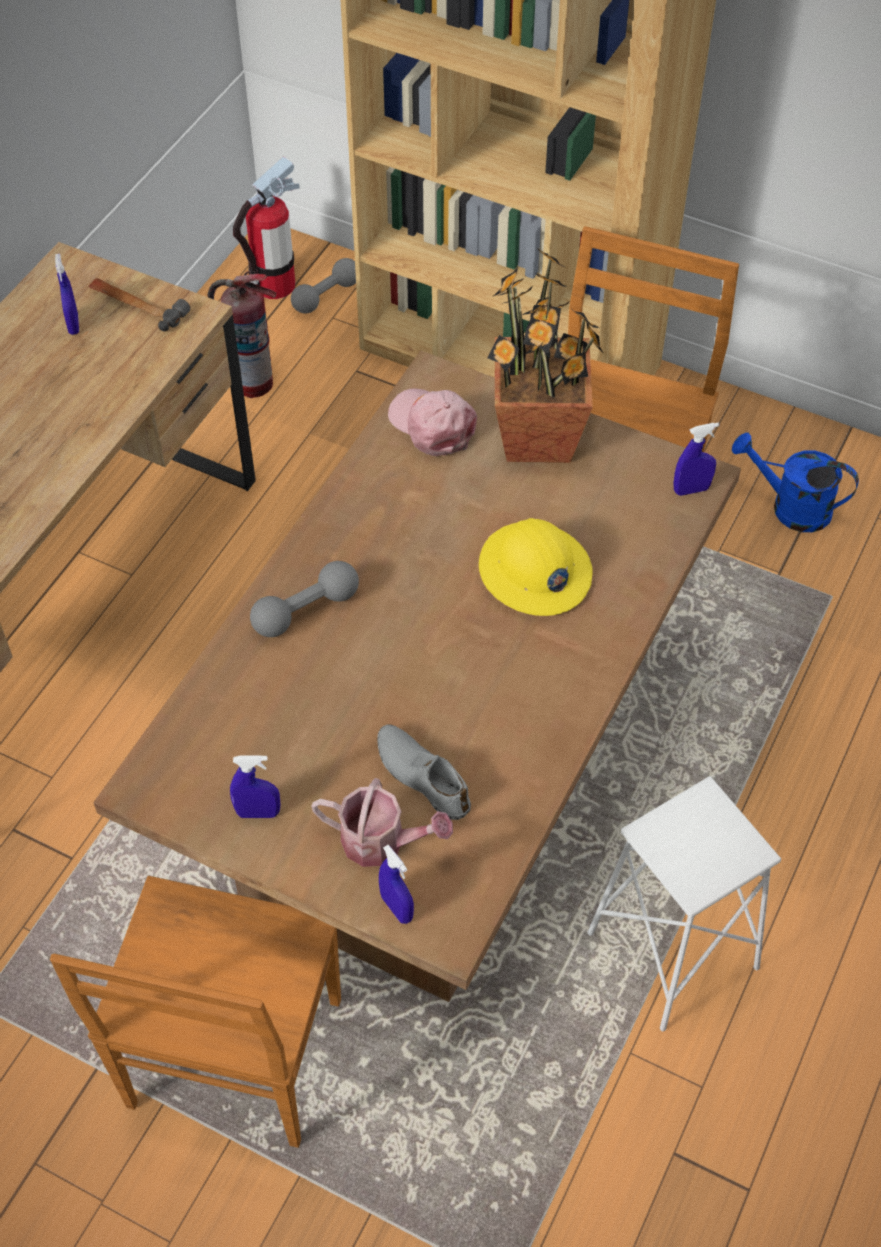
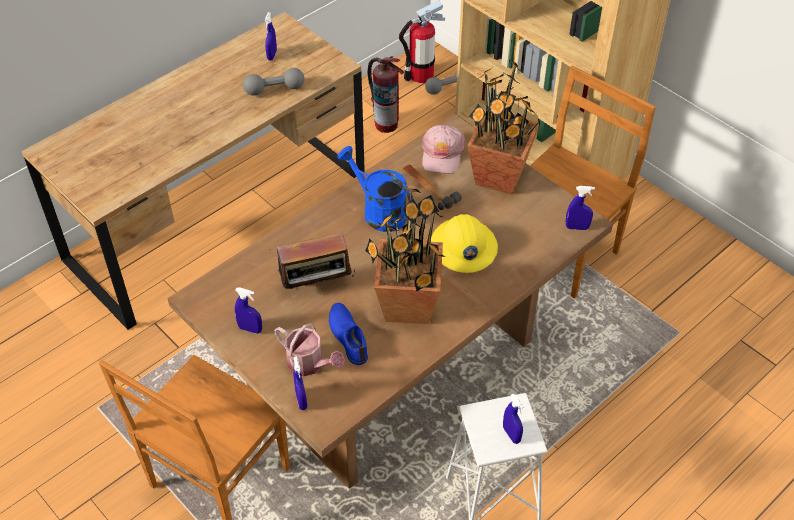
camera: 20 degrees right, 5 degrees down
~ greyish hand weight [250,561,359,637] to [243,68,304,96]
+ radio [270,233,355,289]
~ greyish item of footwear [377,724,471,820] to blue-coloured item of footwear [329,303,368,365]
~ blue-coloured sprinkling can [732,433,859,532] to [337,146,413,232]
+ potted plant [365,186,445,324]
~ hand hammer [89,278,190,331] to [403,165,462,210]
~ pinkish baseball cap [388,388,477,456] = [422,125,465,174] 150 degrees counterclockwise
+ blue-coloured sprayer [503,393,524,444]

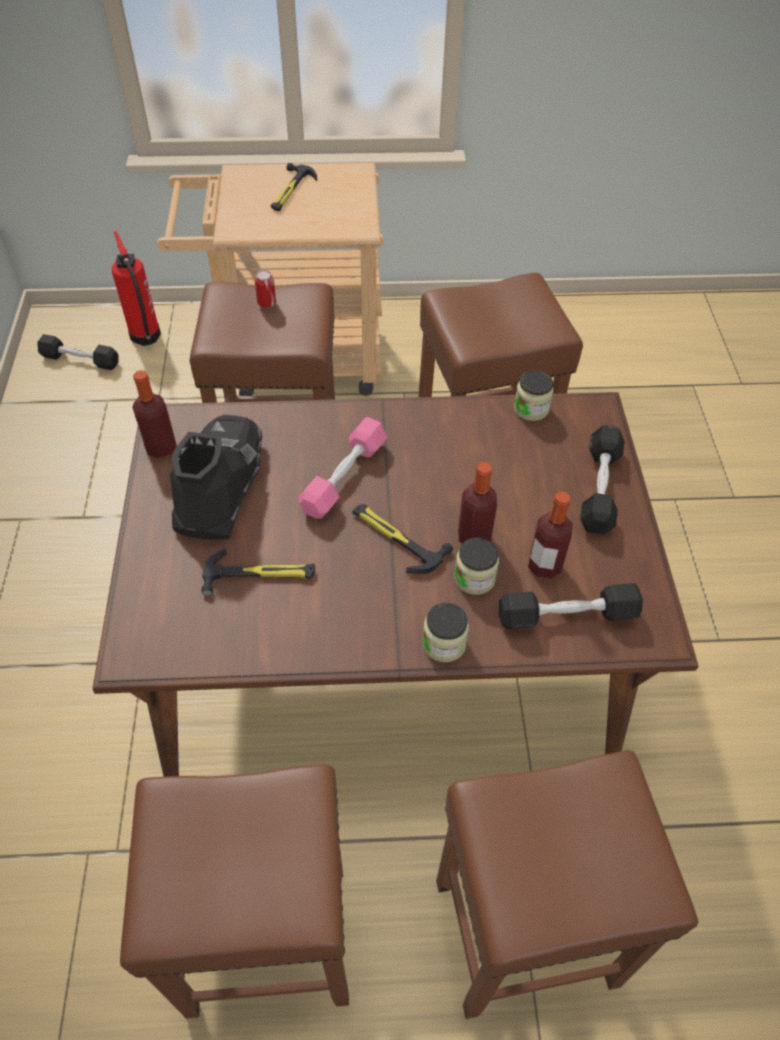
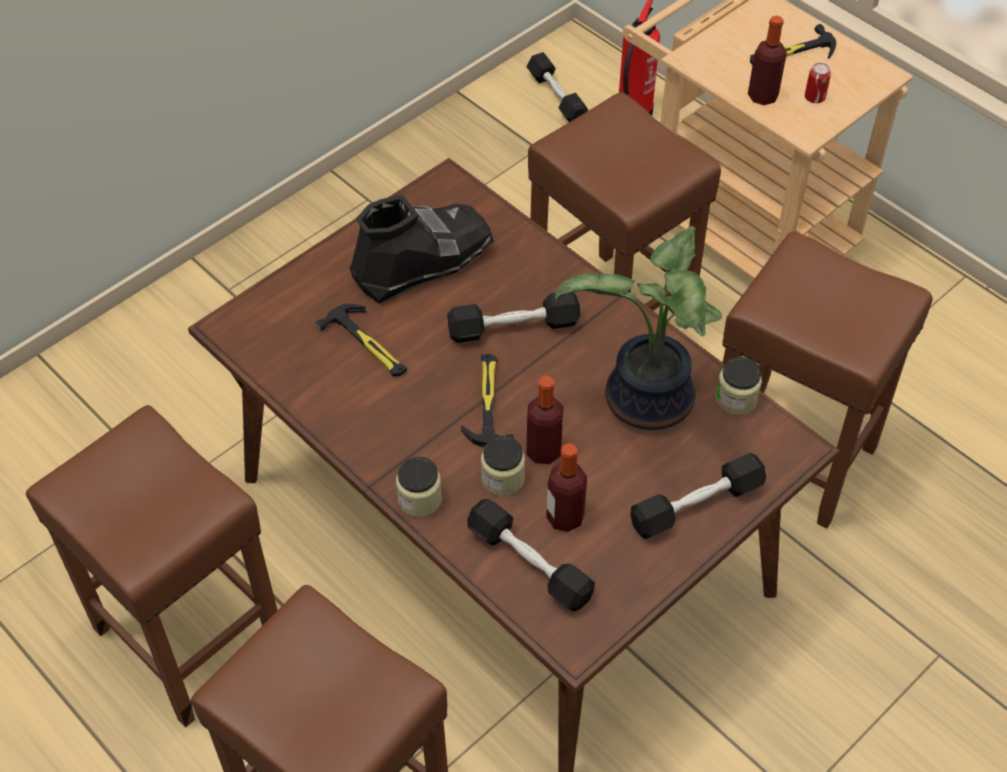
camera: 50 degrees right, 0 degrees up
~ pinkish hand weight [298,417,388,519] to black-coloured hand weight [447,292,580,343]
+ potted plant [555,226,722,430]
~ beverage bottle [132,370,177,459] to [748,15,787,105]
~ metal can [254,270,276,308] to [805,63,831,103]

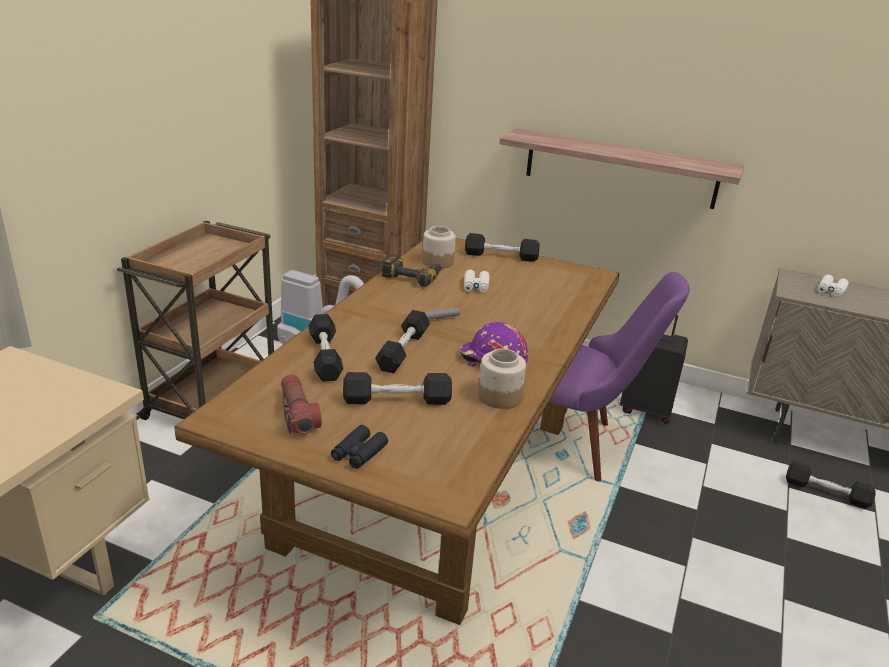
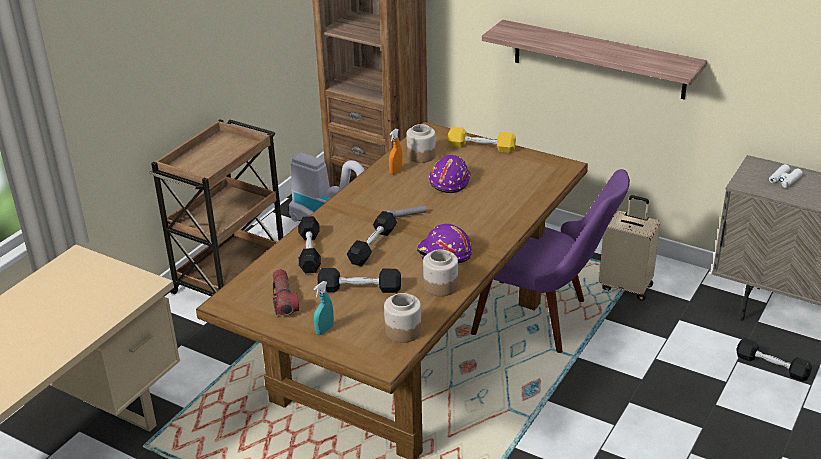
camera: 10 degrees right, 5 degrees up
~ black-coloured field glasses [331,425,388,469] to blue-green sprayer [314,281,334,335]
+ jar [384,293,422,343]
~ power drill [382,254,441,287] to orangey sprayer [389,129,402,175]
~ whitish field glasses [464,270,490,293] to purplish safety helmet [429,155,471,193]
~ black-coloured hand weight [465,233,540,262] to yellow-coloured hand weight [447,127,516,153]
~ black-coloured suitcase [620,315,688,424] to sand-coloured suitcase [599,195,661,301]

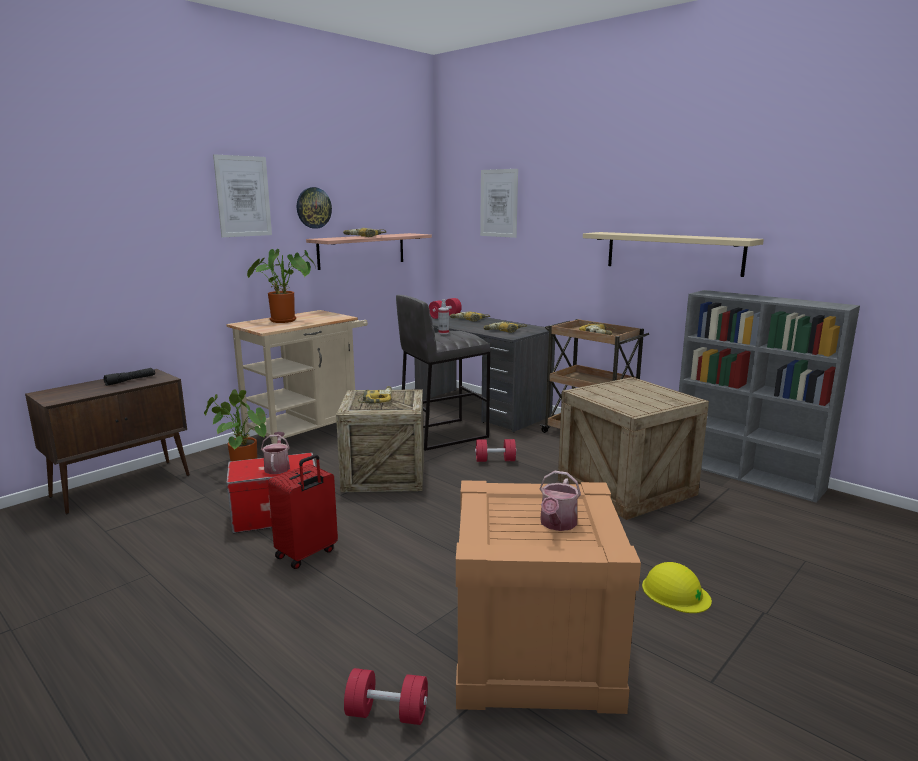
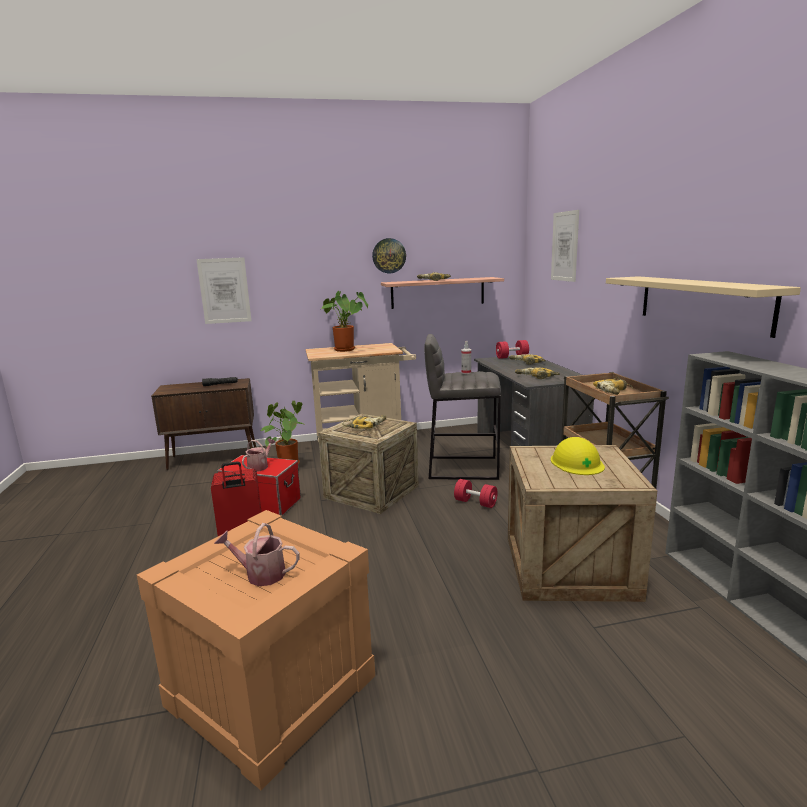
camera: 35 degrees right, 0 degrees up
~ wall art [213,154,272,237] to [196,257,251,324]
~ sprinkling can [539,471,581,531] = [214,523,300,586] 45 degrees clockwise
~ yellow-coloured safety helmet [642,562,712,613] to [551,437,605,475]
- reddish hand weight [344,668,428,725]

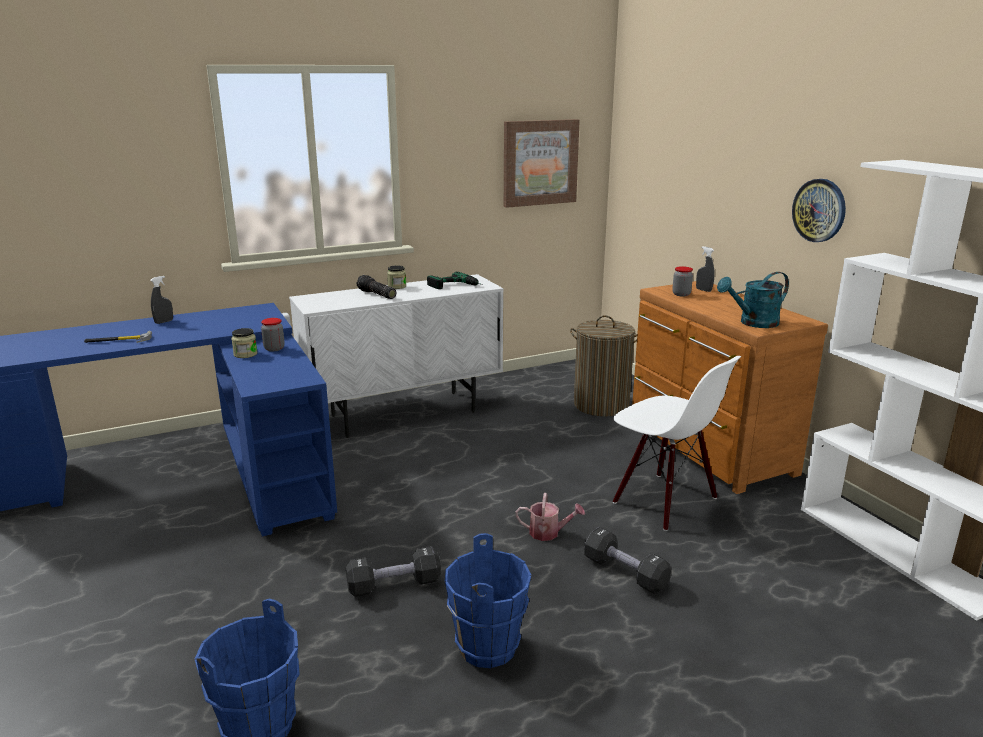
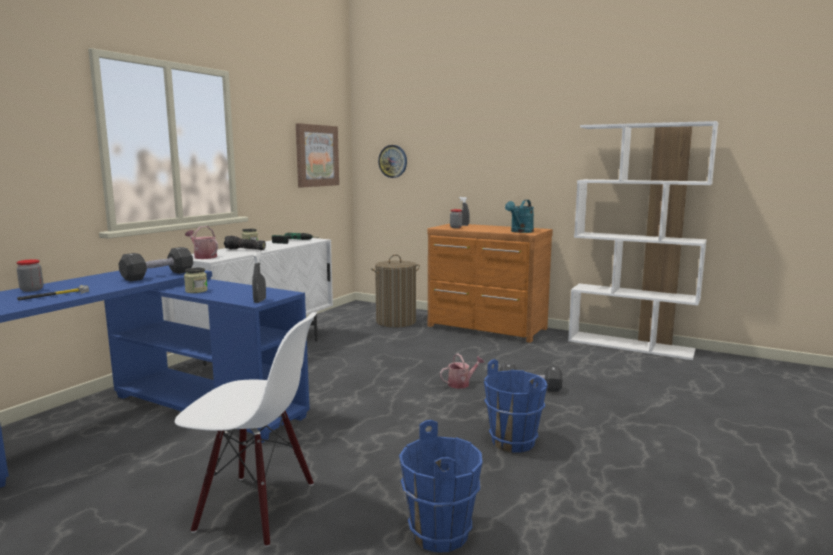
camera: 35 degrees left, 10 degrees down
~ jar [261,318,285,351] to [16,259,43,292]
~ black-coloured hand weight [346,546,441,597] to [119,247,193,281]
~ whitish chair [613,356,741,531] to [175,312,317,547]
+ sprinkling can [185,226,218,259]
~ greyish sprayer [150,276,173,324] to [252,251,266,303]
~ hanging clock [792,179,846,242] to [378,145,407,178]

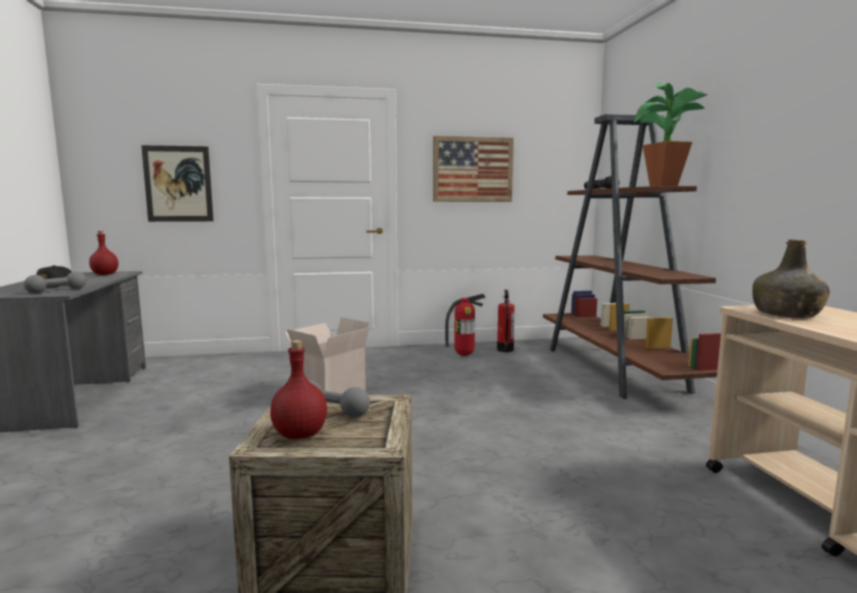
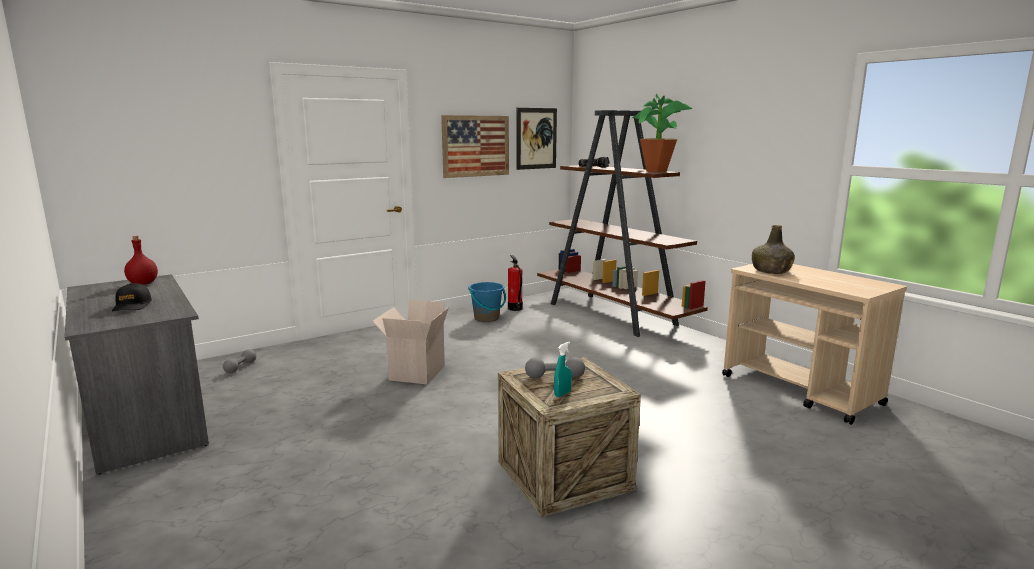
camera: 25 degrees left, 5 degrees up
~ greyish hand weight [24,272,87,293] to [223,349,256,373]
~ fire-fighting cylinder [445,294,486,356] to blue-coloured pail [468,282,506,322]
~ wall art [141,145,214,222] to [516,108,557,170]
~ reddish beverage bottle [270,340,327,439] to blue-green sprayer [554,342,572,397]

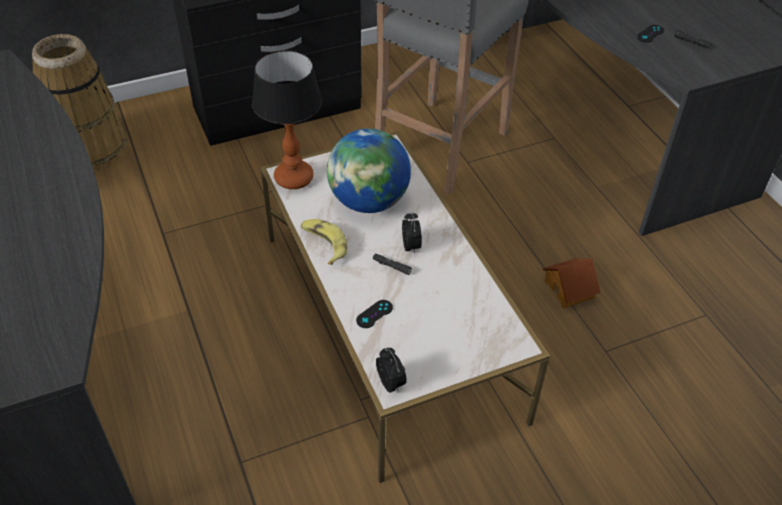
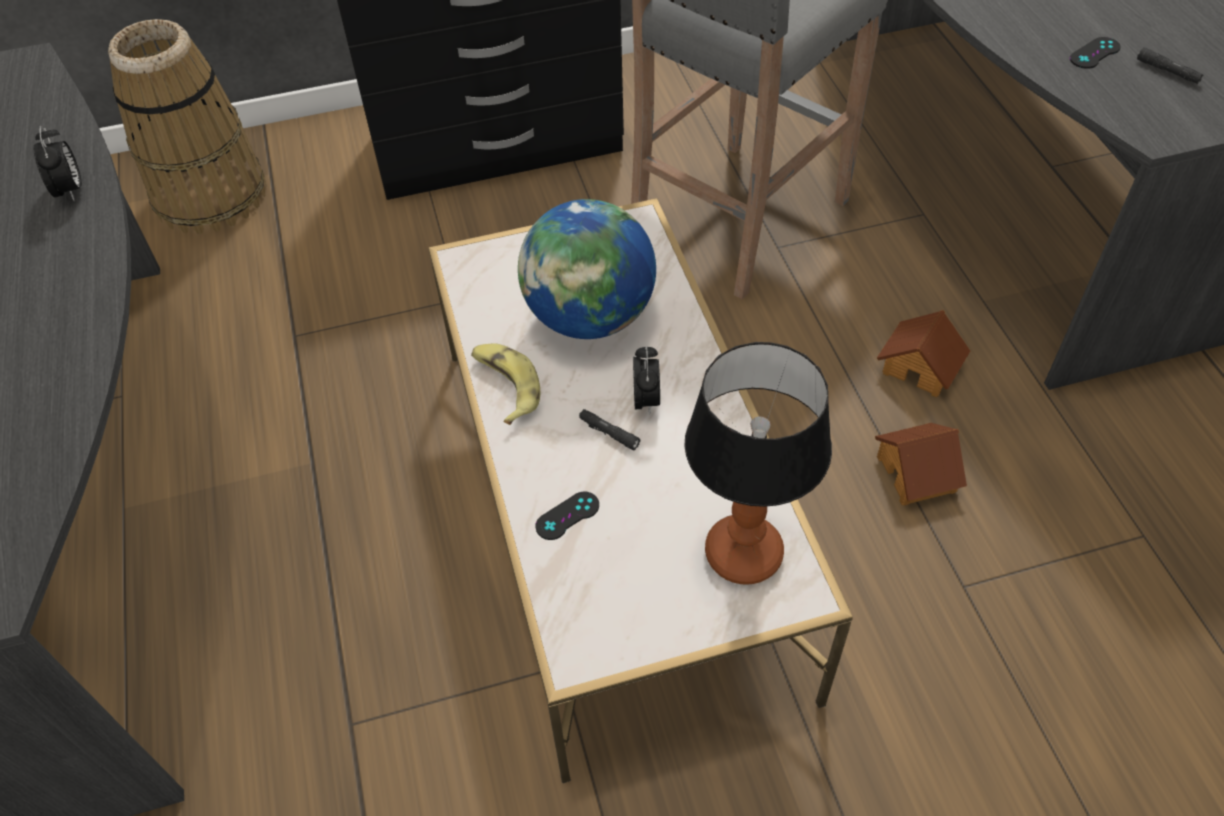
camera: 10 degrees right, 5 degrees up
~ alarm clock [376,348,407,393] to [34,126,82,201]
~ tabletop lamp [252,50,322,189] to [684,342,832,585]
+ model house [877,310,970,398]

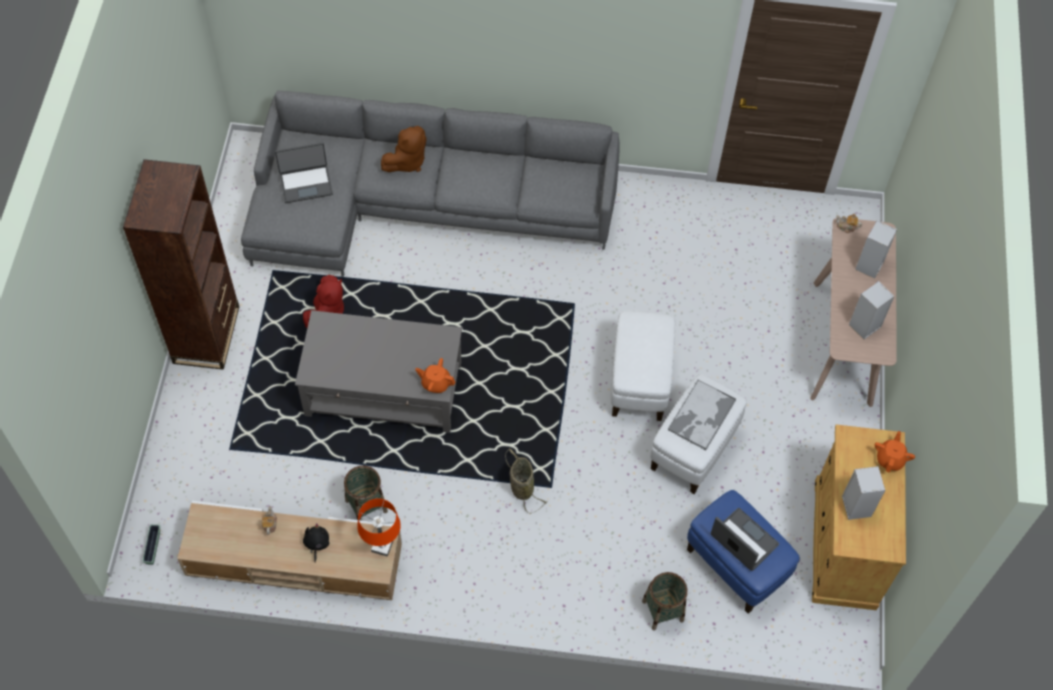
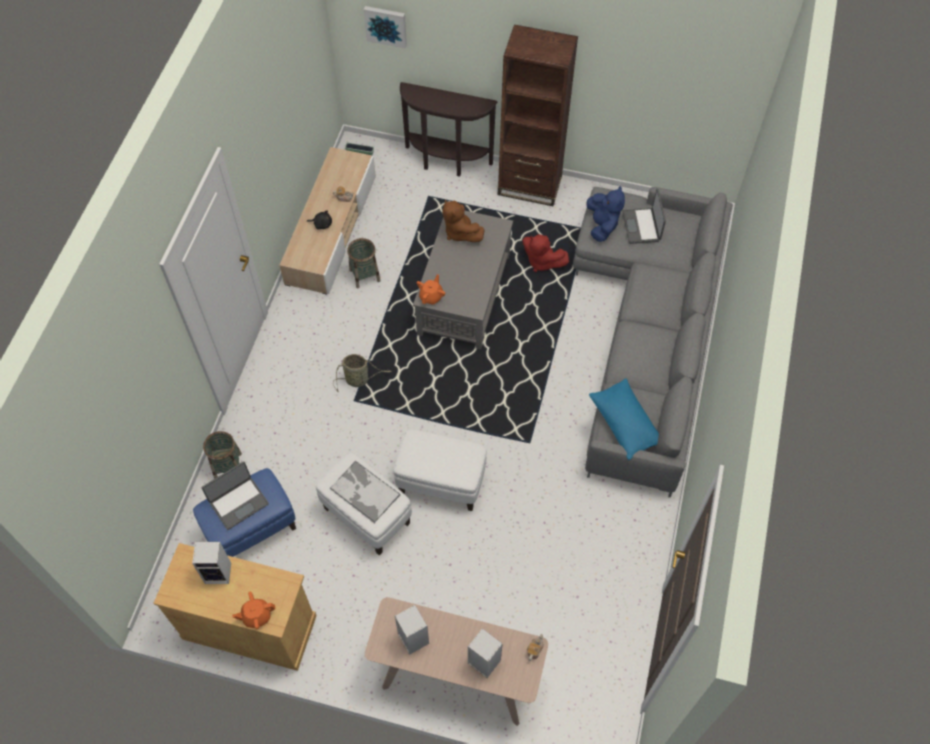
camera: 100 degrees right, 0 degrees up
~ orangey teapot [875,431,915,473] = [232,591,276,629] 135 degrees clockwise
+ wall art [364,6,407,48]
+ brownish console table [400,82,497,177]
~ brownish cuddly toy [381,126,427,172] to [442,200,484,242]
+ blue-coloured cuddly toy [587,186,625,242]
+ blue-coloured cushion [589,378,659,460]
- orangey tabletop lamp [357,499,401,557]

